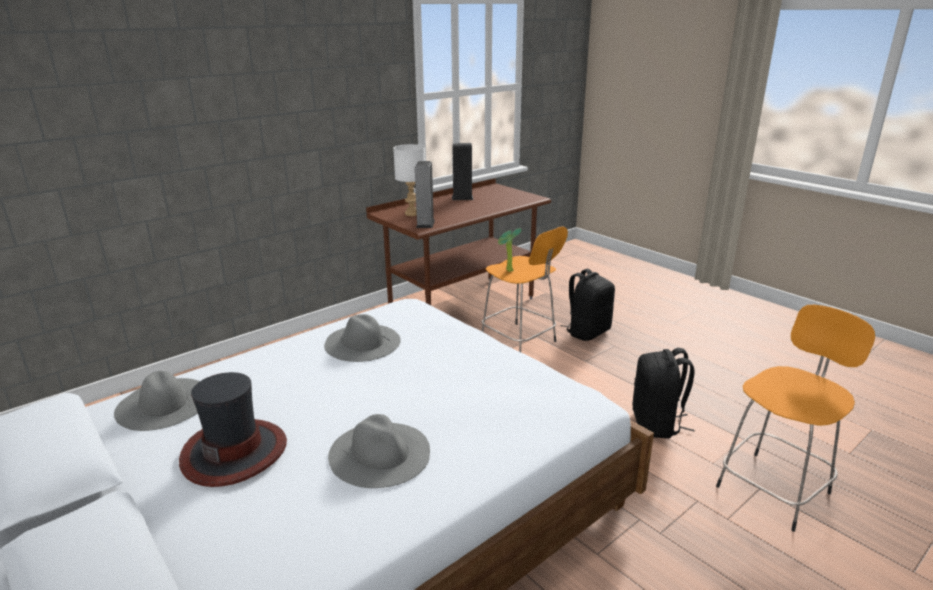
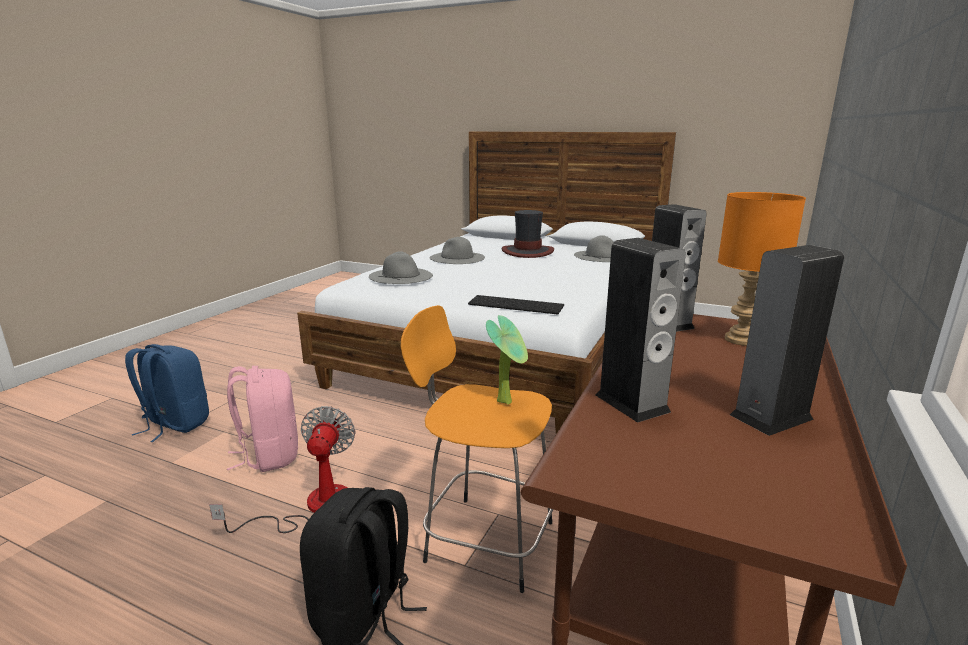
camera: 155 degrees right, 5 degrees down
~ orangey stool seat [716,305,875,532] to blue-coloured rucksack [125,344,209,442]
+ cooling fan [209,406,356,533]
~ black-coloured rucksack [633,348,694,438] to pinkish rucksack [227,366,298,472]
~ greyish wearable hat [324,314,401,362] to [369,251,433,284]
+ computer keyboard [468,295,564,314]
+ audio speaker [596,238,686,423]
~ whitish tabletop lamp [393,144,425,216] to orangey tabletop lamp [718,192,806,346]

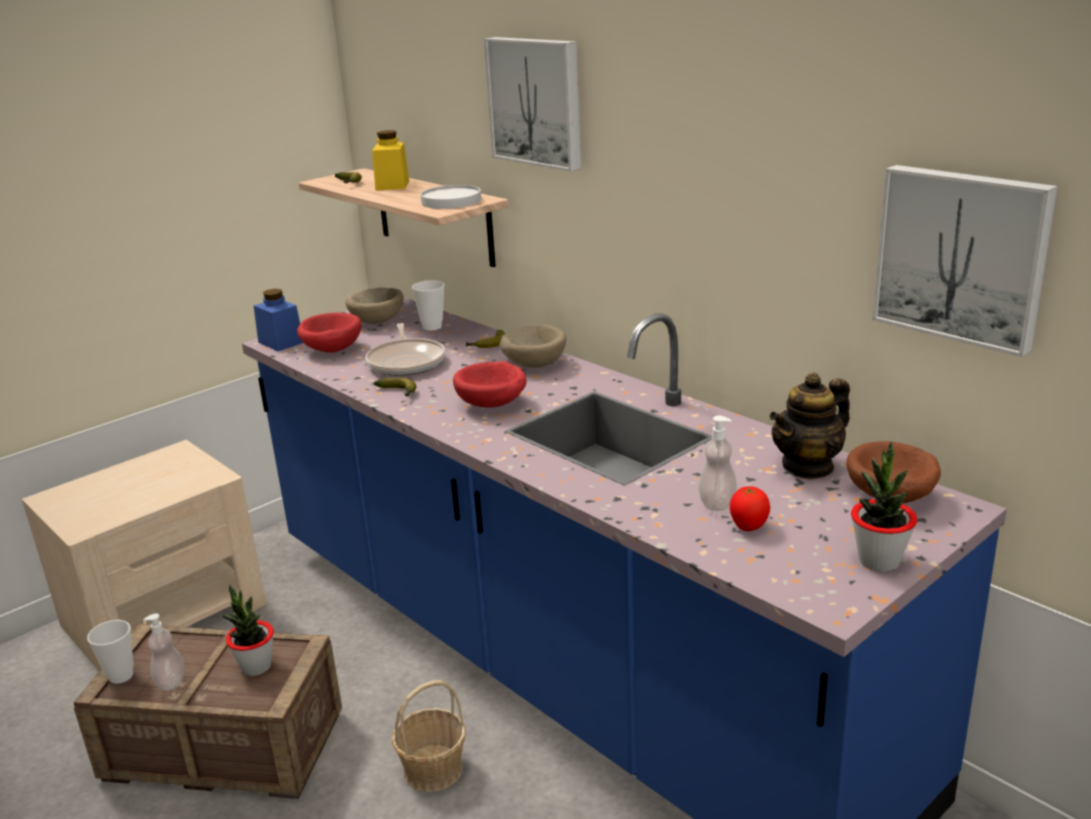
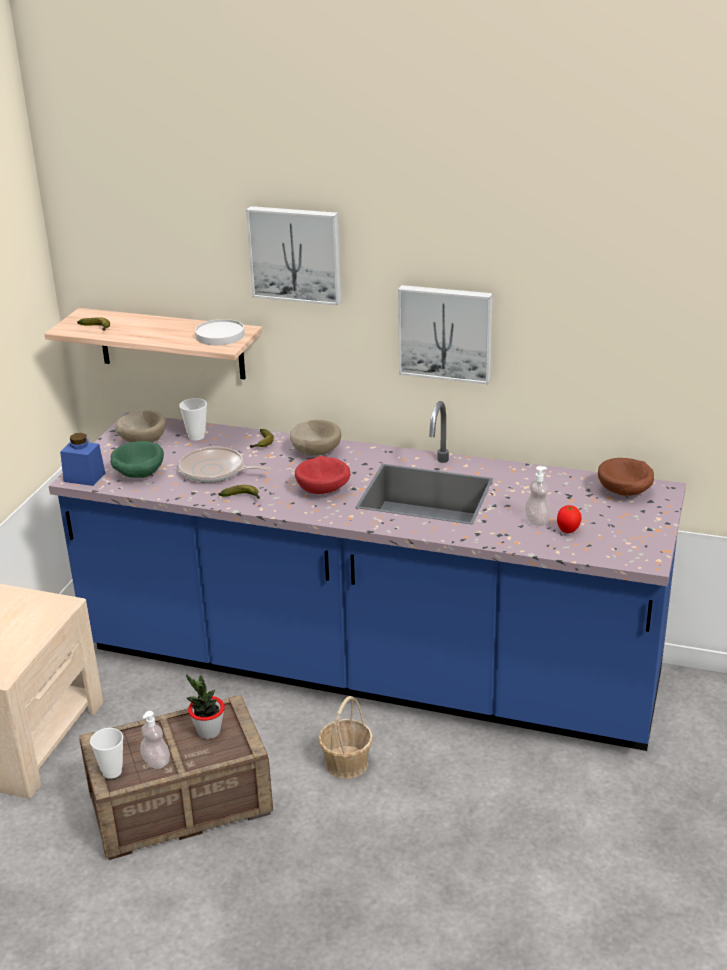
camera: 30 degrees left, 5 degrees up
~ reddish bowl [297,313,362,353] to green bowl [110,441,164,478]
~ frying pan [365,323,445,376] = [179,447,271,483] 150 degrees clockwise
~ wall art [872,165,1058,357] to [398,285,493,384]
- yellow-coloured jar [372,130,409,191]
- teapot [769,372,850,480]
- potted plant [851,442,917,572]

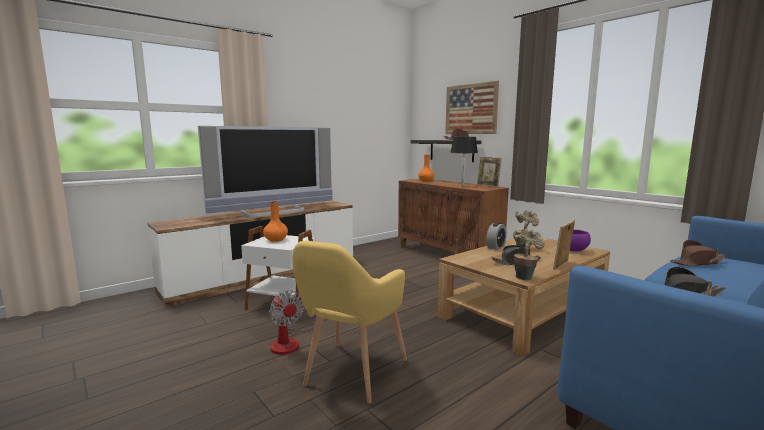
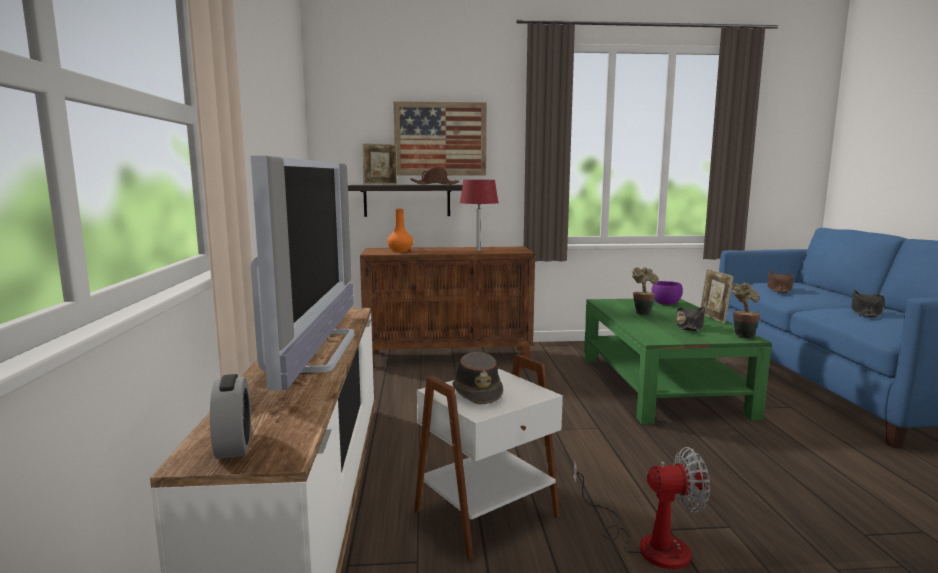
camera: 55 degrees left, 0 degrees up
~ alarm clock [486,222,507,250] to [210,374,251,459]
~ picture frame [477,156,502,187] to [363,143,397,185]
~ orangey decorative vase [263,201,288,242] to brownish wearable hat [452,352,503,405]
~ black-coloured tabletop lamp [450,137,478,186] to reddish tabletop lamp [460,180,499,251]
~ brownish low table [438,237,610,356] to green low table [584,298,772,424]
- yellow-coloured lounge chair [292,241,407,404]

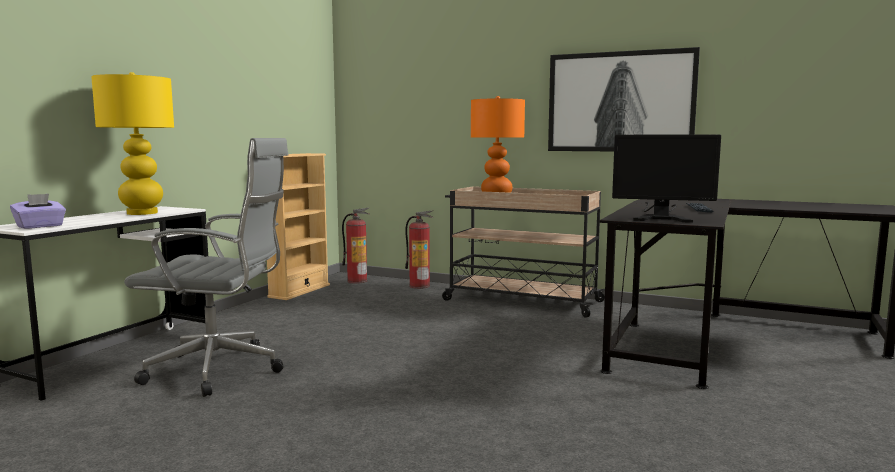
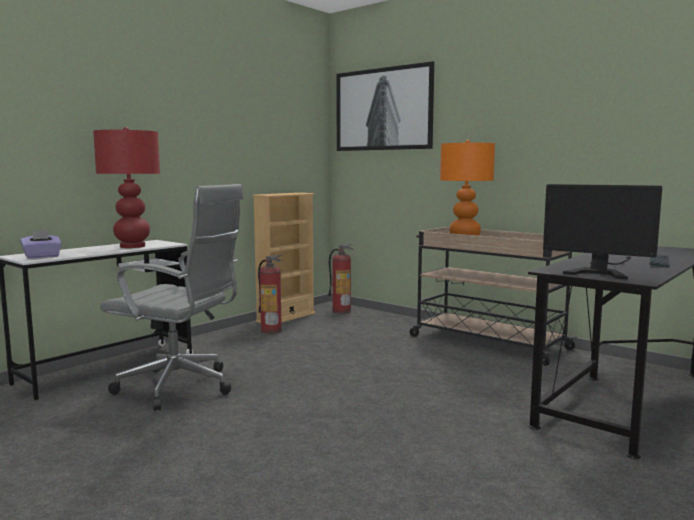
camera: 15 degrees right, 0 degrees up
~ yellow-coloured tabletop lamp [91,72,174,215] to reddish tabletop lamp [93,127,160,248]
~ fire-fighting cylinder [405,211,433,289] to [258,255,283,334]
~ wall art [548,47,700,151] to [336,61,434,151]

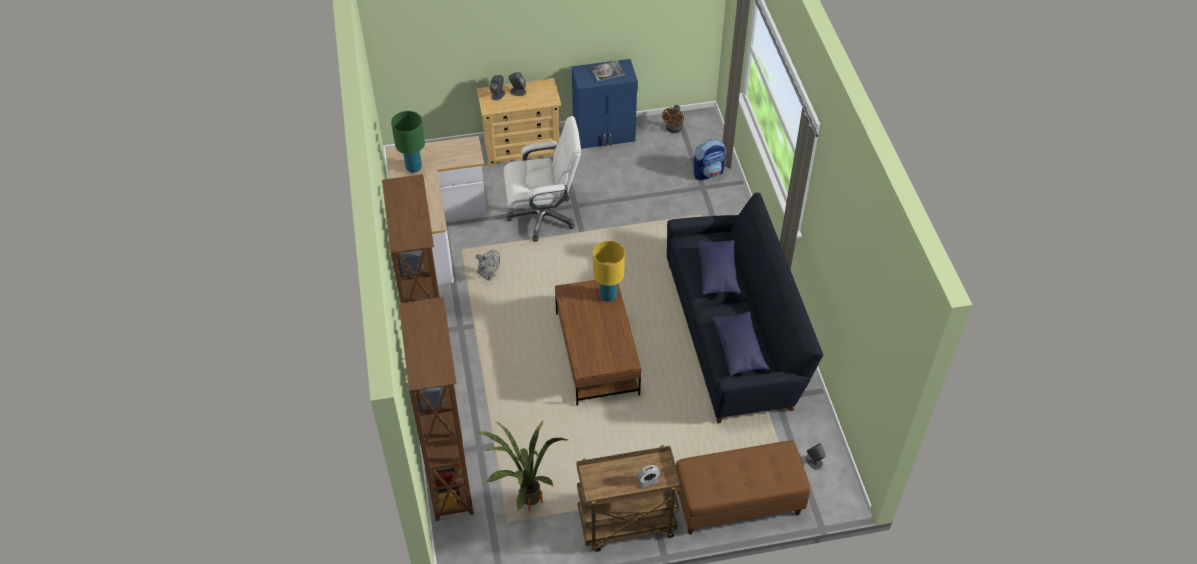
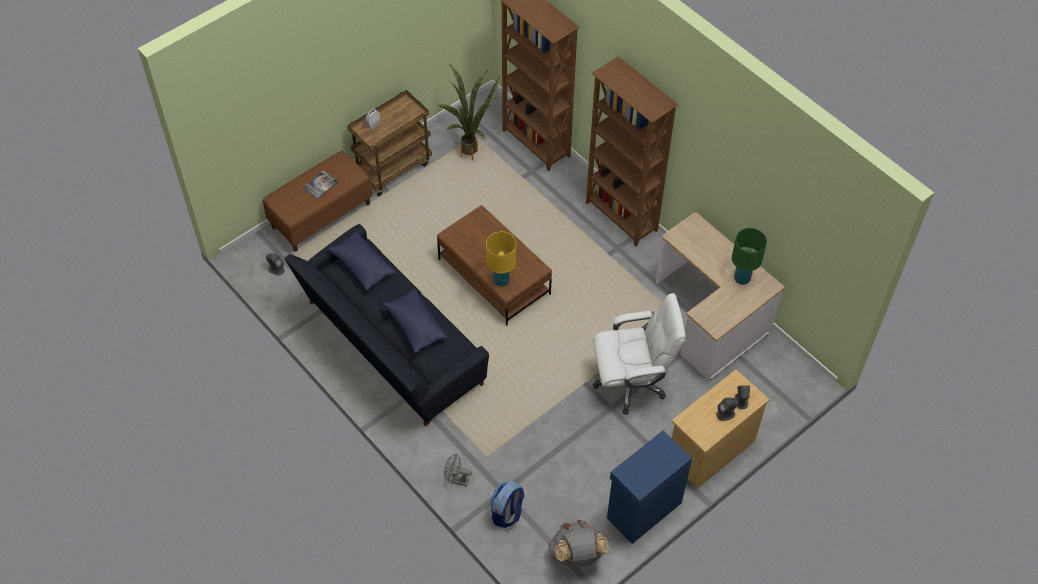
camera: 150 degrees right, 5 degrees up
~ bound book [590,60,625,82] to [302,170,339,199]
~ greyish cooling fan [476,250,500,281] to [444,453,472,486]
~ brownish cooling fan [662,105,684,133] to greyish rucksack [548,520,609,568]
~ whitish office chair [504,116,581,242] = [593,293,686,415] 150 degrees counterclockwise

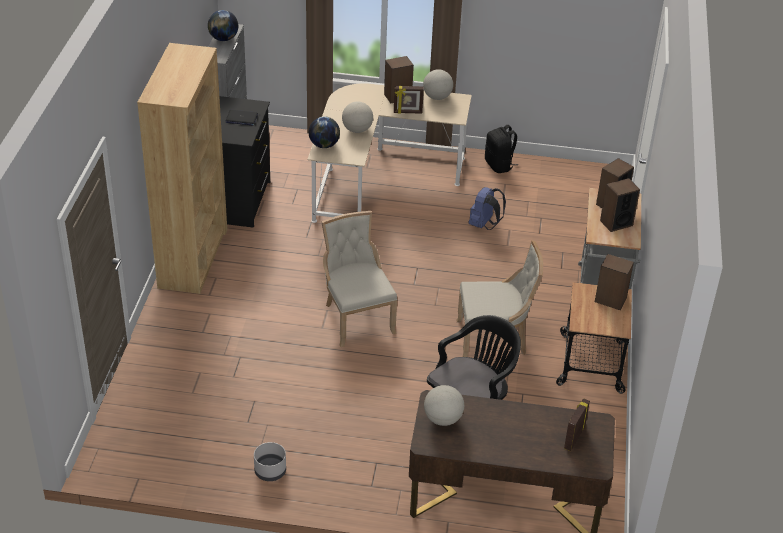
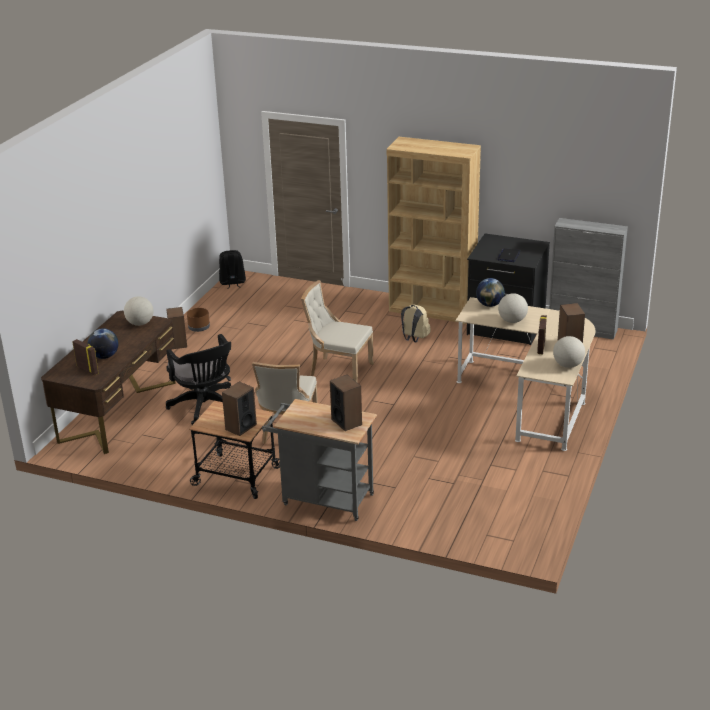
camera: 105 degrees right, 10 degrees down
~ globe [208,10,238,41] to [88,328,119,359]
~ audio speaker [600,178,640,232] to [166,307,187,349]
~ greyish planter [254,442,286,481] to brownish planter [187,308,210,332]
~ black-coloured rucksack [485,125,518,173] to [219,250,246,289]
~ sand-coloured chair [321,211,397,347] = [301,280,374,383] 150 degrees counterclockwise
+ sand-coloured rucksack [401,304,430,342]
- blue-coloured rucksack [469,187,506,230]

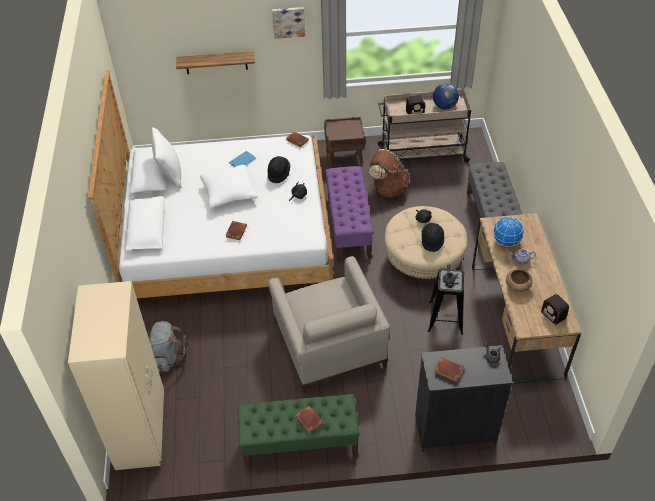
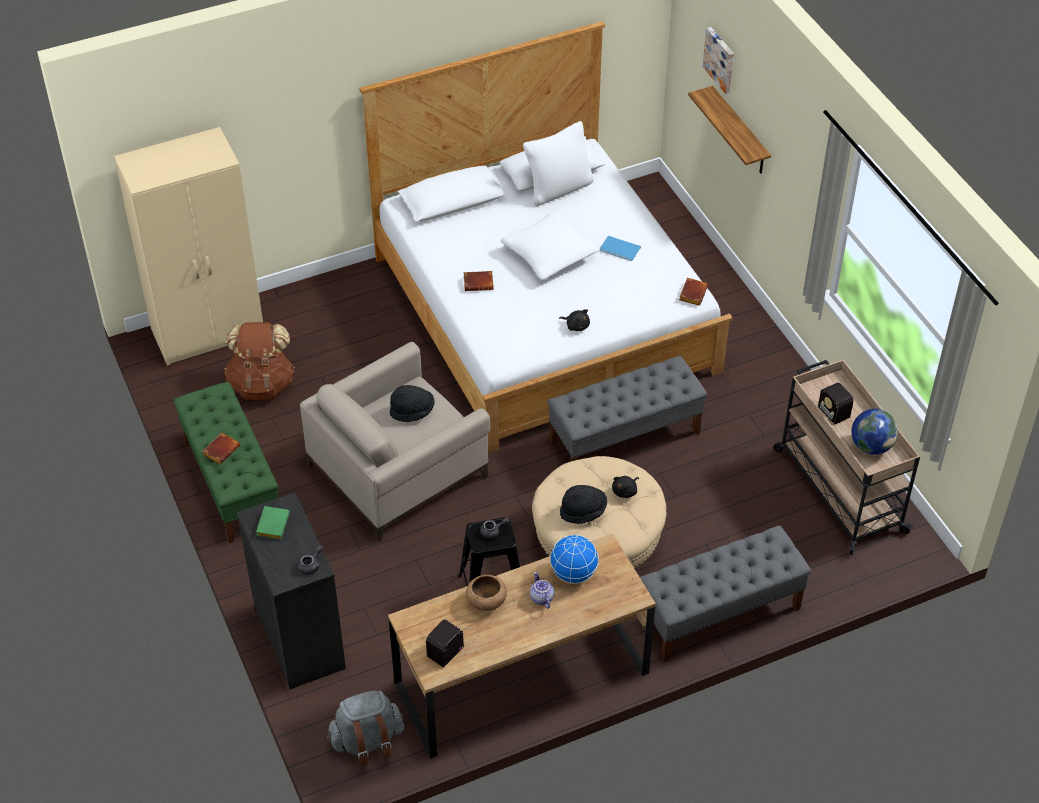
camera: 70 degrees right, 0 degrees up
~ brownish rucksack [369,149,410,198] to [224,322,295,400]
~ brownish bound book [433,357,464,382] to green bound book [256,506,290,539]
~ greyish rucksack [149,321,188,372] to [327,691,405,767]
~ black-coloured wearable hat [267,156,290,184] to [390,385,435,422]
~ purplish long seat [326,166,373,262] to greyish long seat [548,356,707,462]
~ wall art [272,7,305,39] to [703,27,734,94]
- brownish nightstand [324,117,365,167]

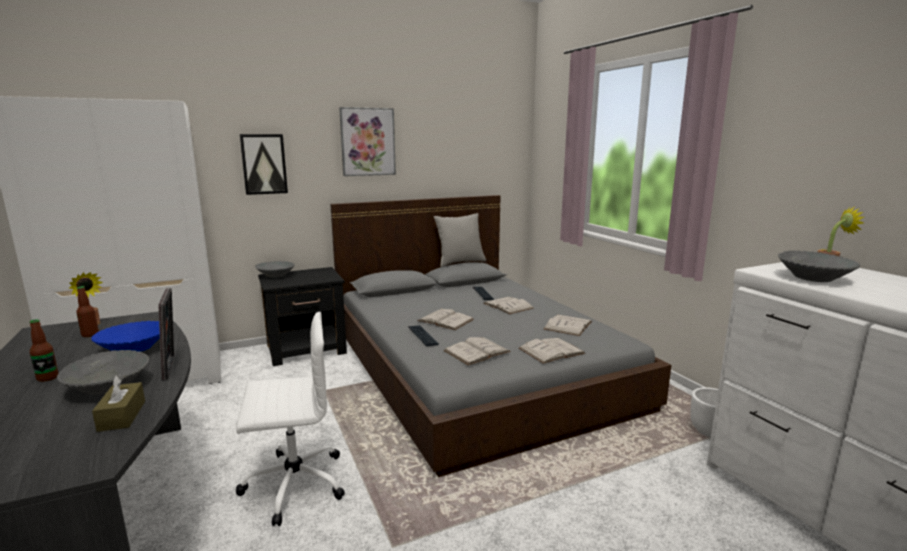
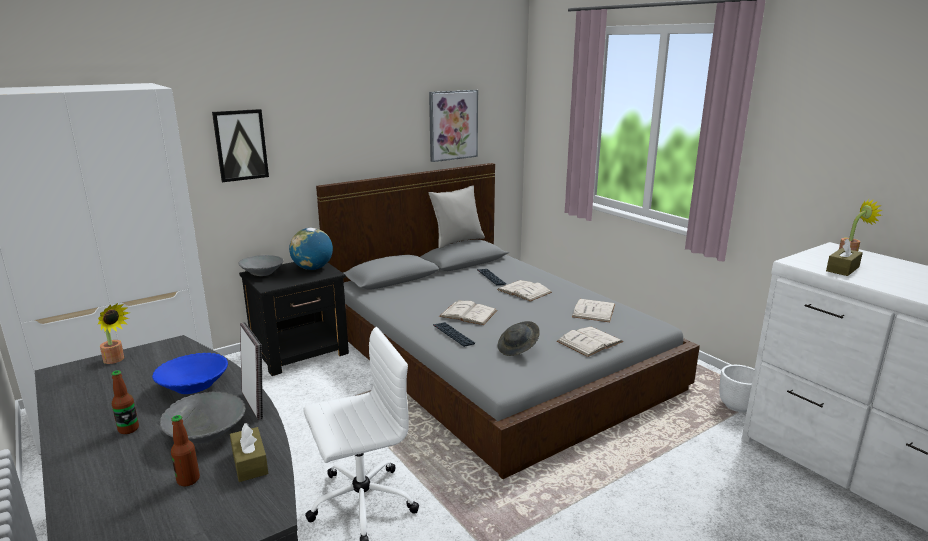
camera: 10 degrees left, 5 degrees up
~ beverage bottle [76,286,99,337] to [171,415,200,486]
+ globe [289,228,333,270]
~ wall art [339,107,396,176] to [429,90,478,162]
~ whitish bound book [444,337,511,365] to greyish wearable hat [498,321,540,356]
~ greyish bowl [778,250,860,282] to brownish box of tissues [826,239,863,276]

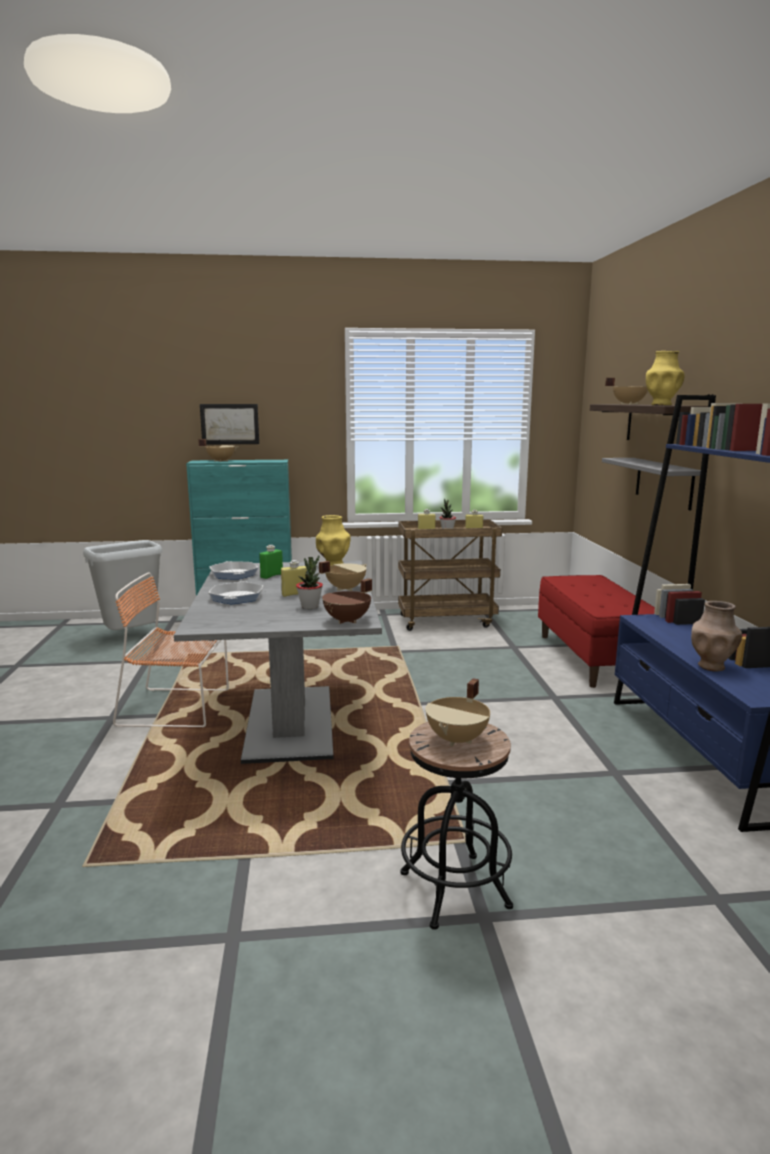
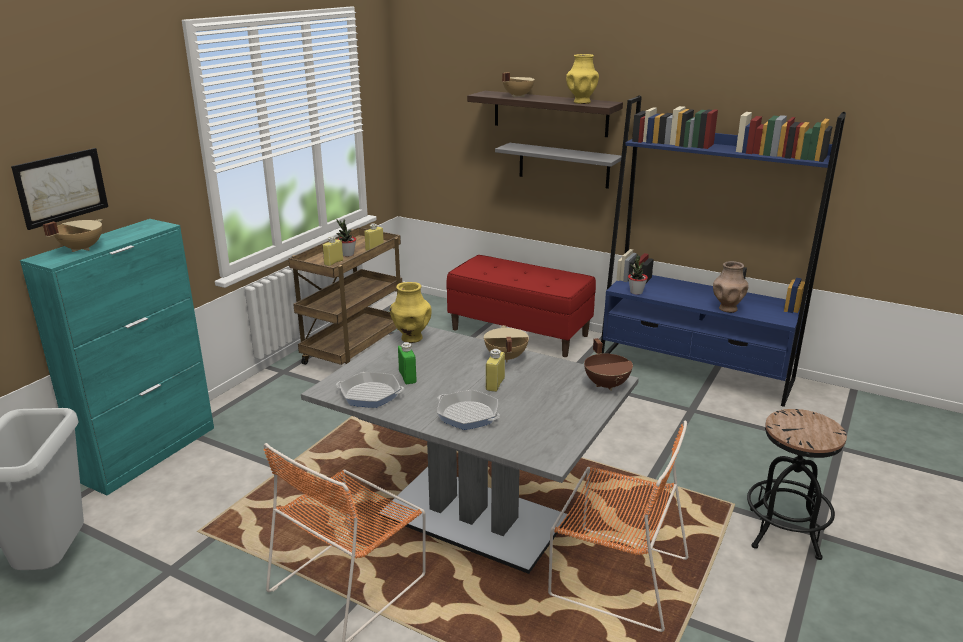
camera: 55 degrees left, 10 degrees up
+ orangey chair [548,420,689,632]
~ potted plant [296,555,323,609] to [628,254,648,295]
- sand-coloured stockpot [425,678,490,746]

